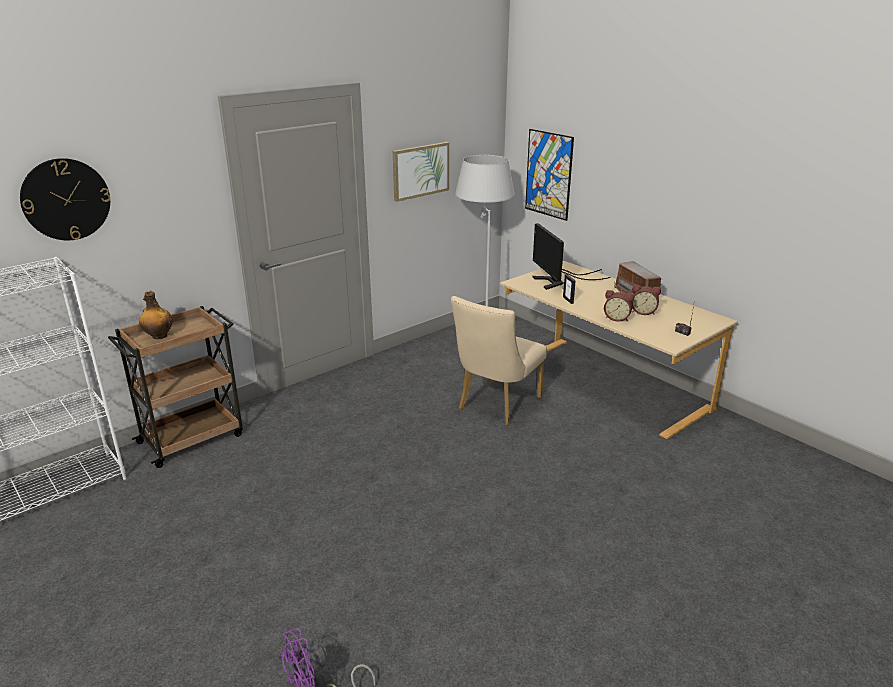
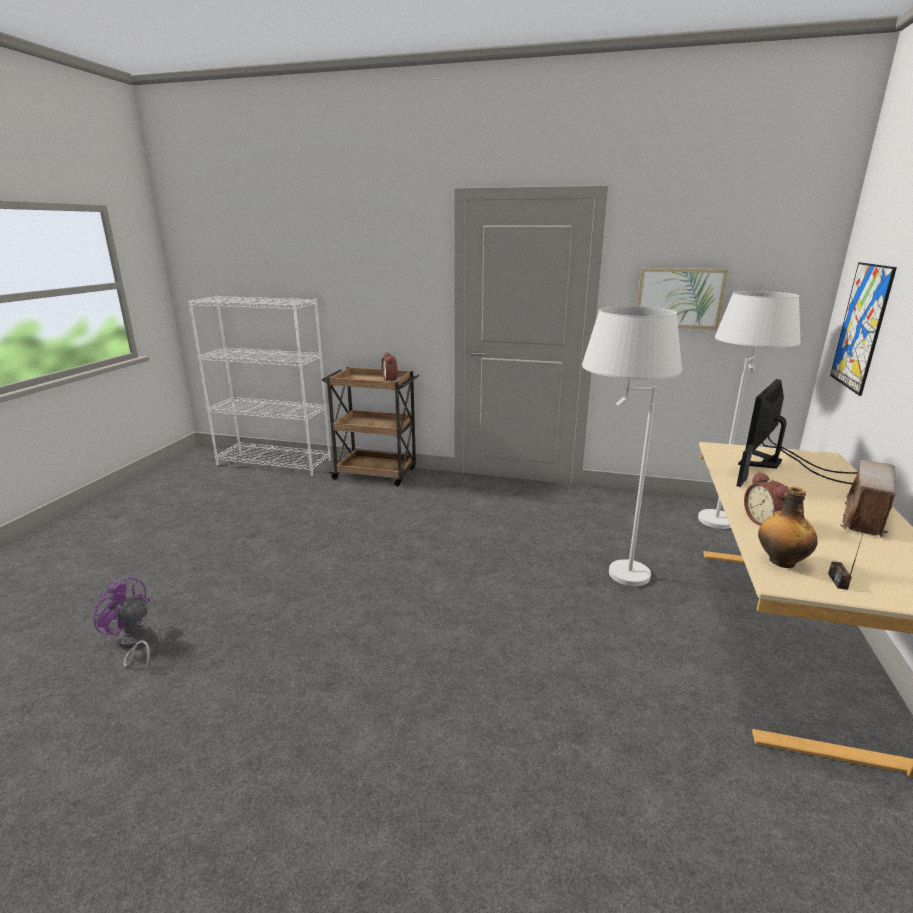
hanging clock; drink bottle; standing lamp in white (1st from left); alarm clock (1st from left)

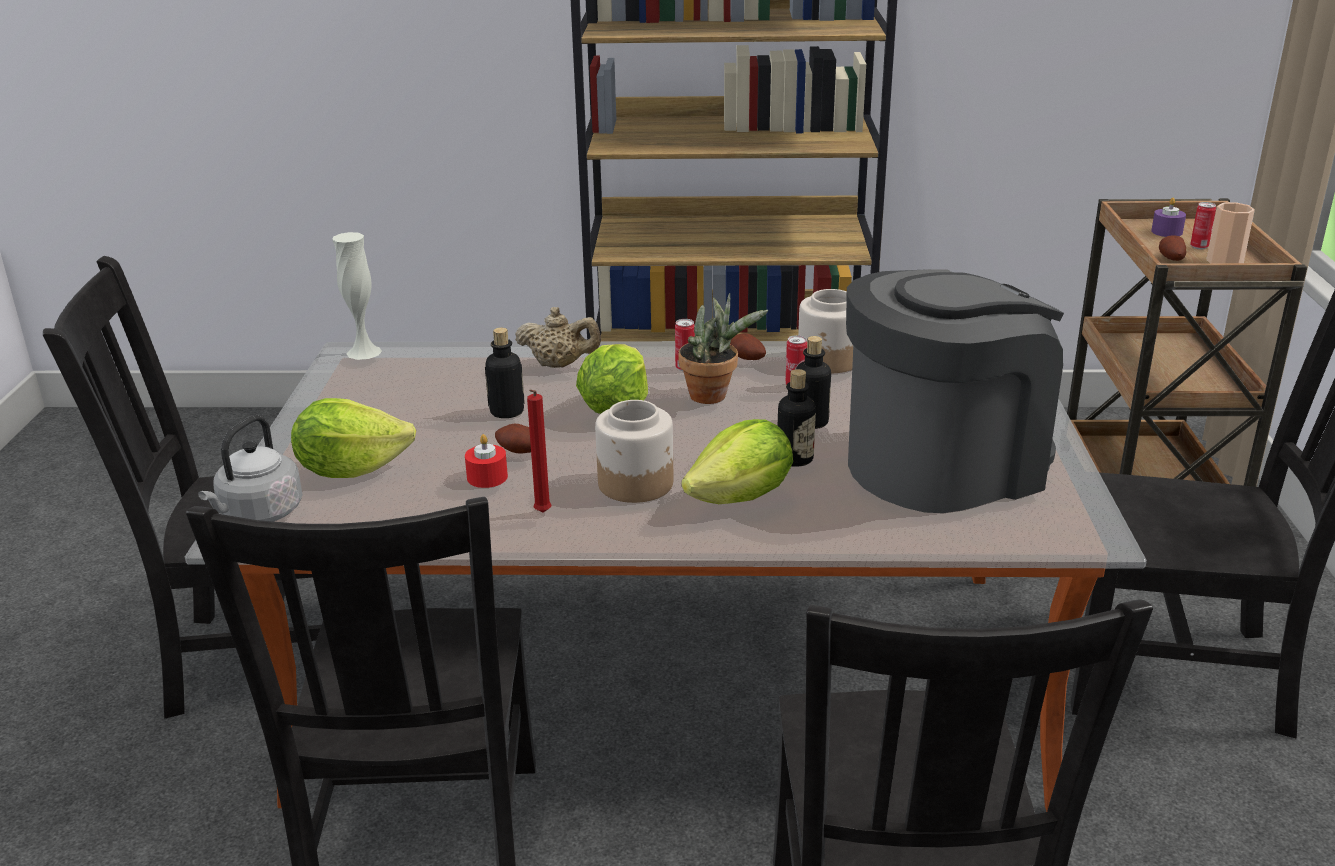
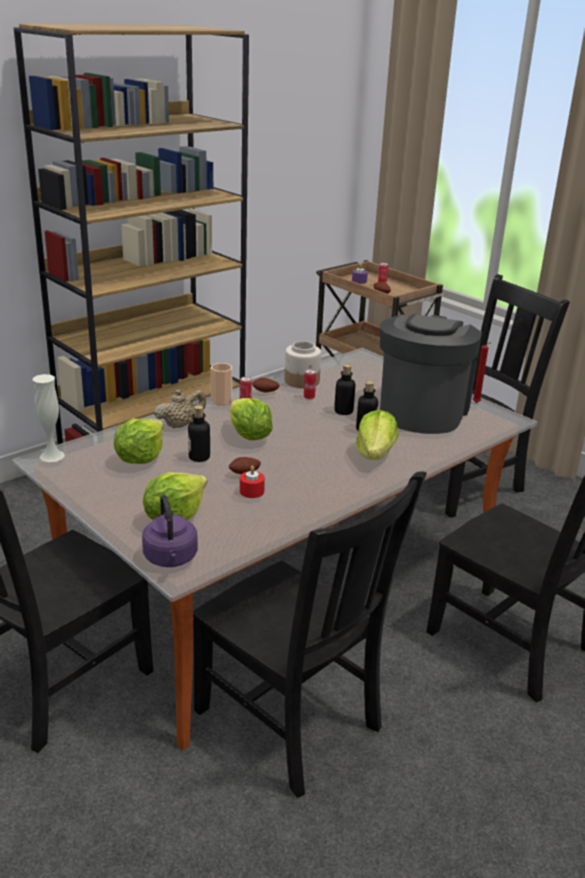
water kettle in purple-coloured; wax candle in reddish (2nd from left); jar (1st from left in the first image); plant in a pot; cup; lettuce (1st from left)

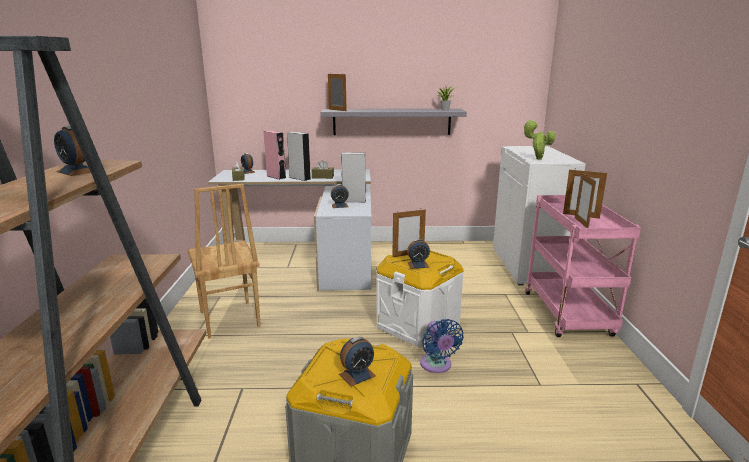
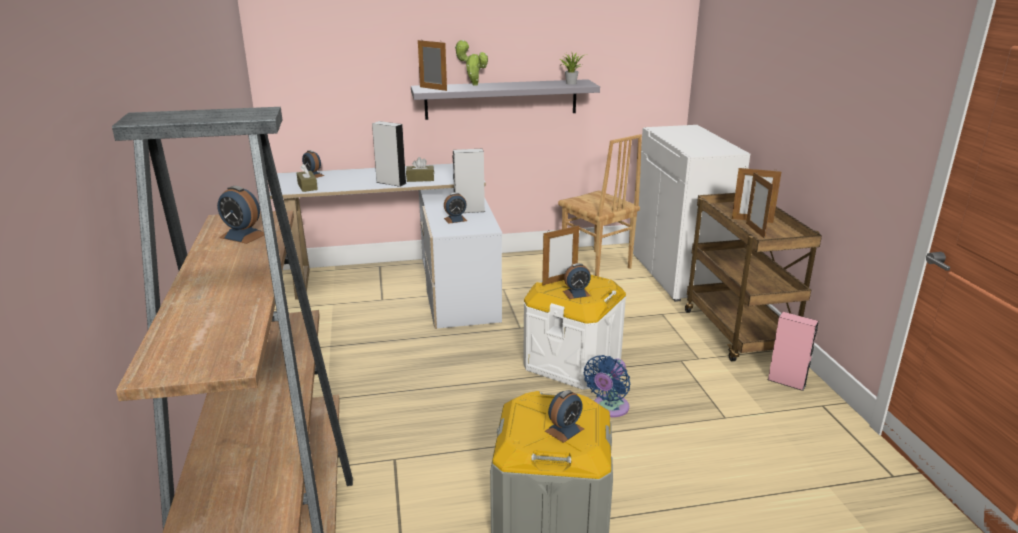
plain chair in brown-coloured; audio speaker in pink; cooling fan in bluish; plant in a pot (1st from left); trolley in brown-coloured

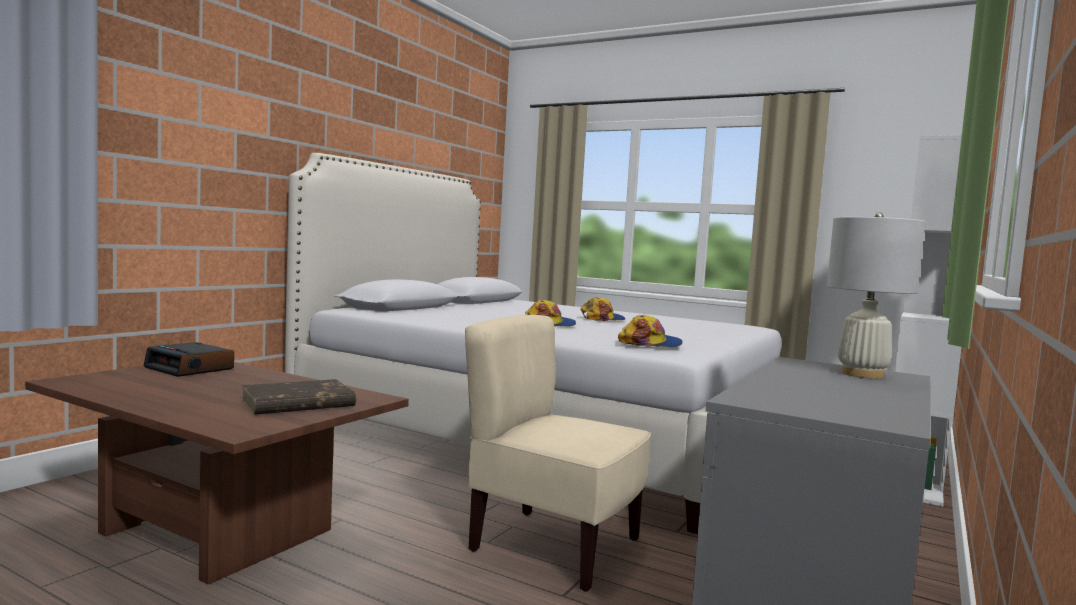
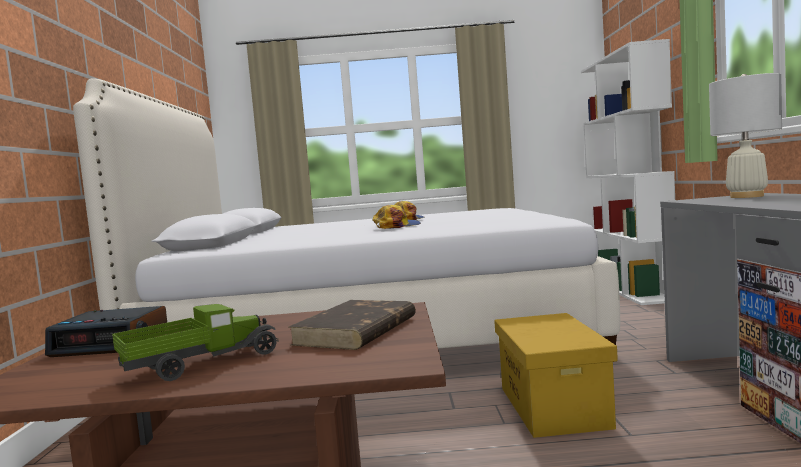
storage box in yellow-coloured; cap (3rd from left in the first image); toy lorry

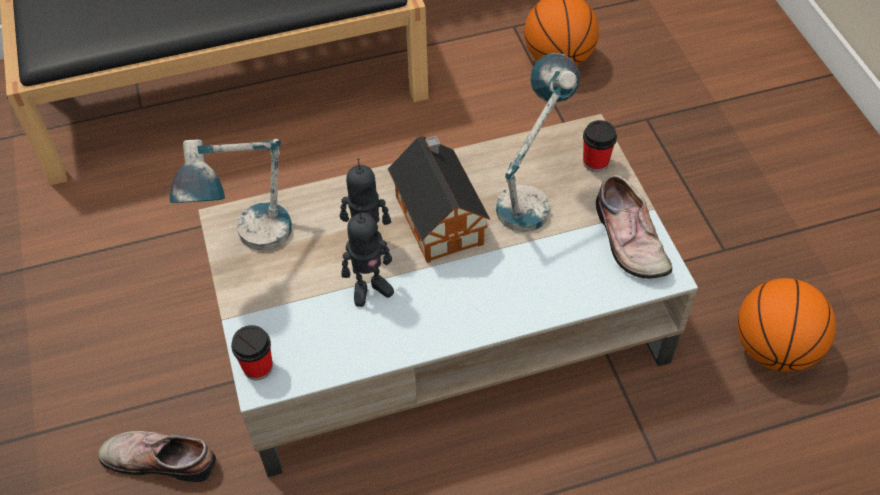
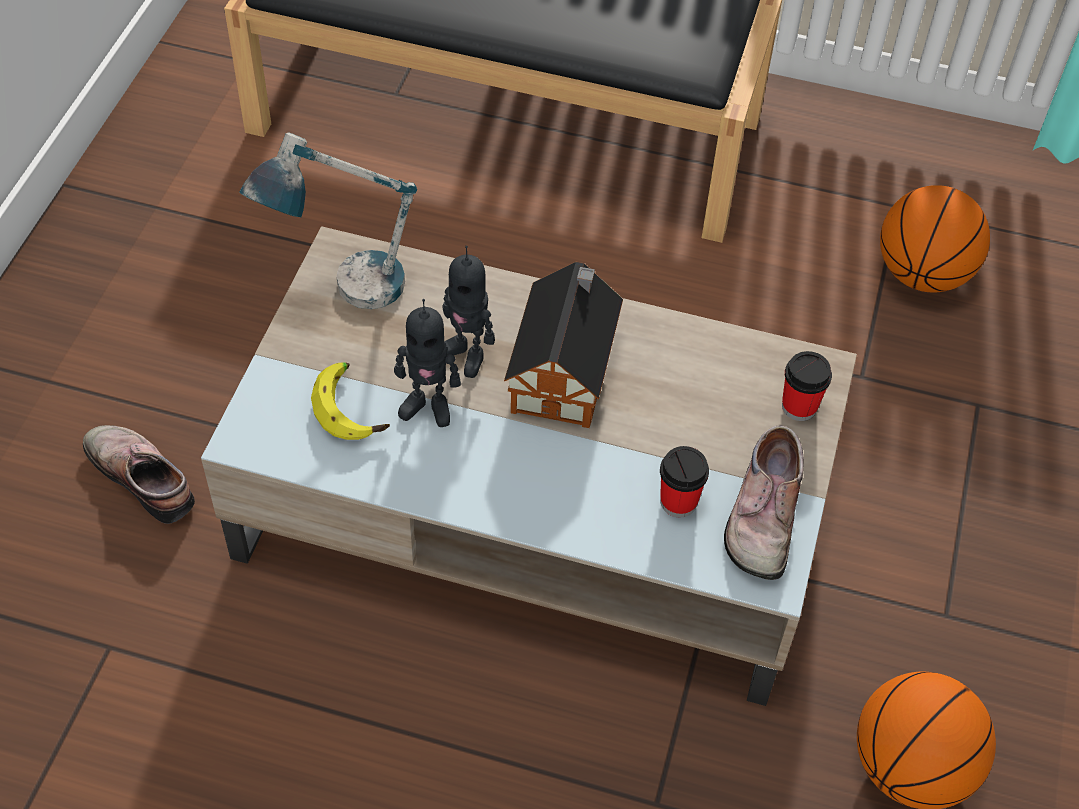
cup (1st from left); tabletop lamp (2nd from left in the first image); whole banana

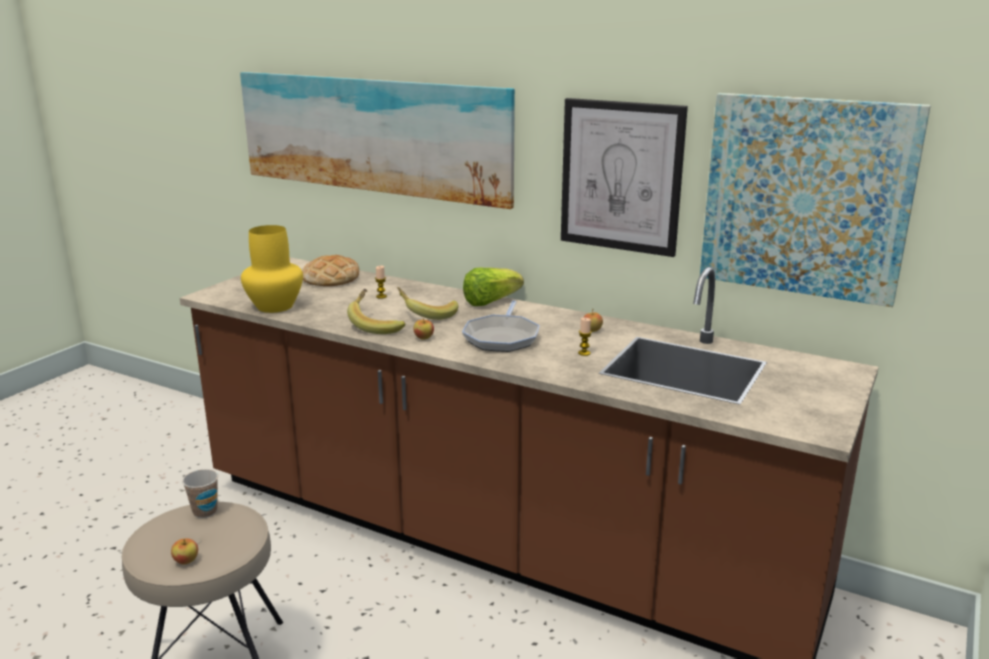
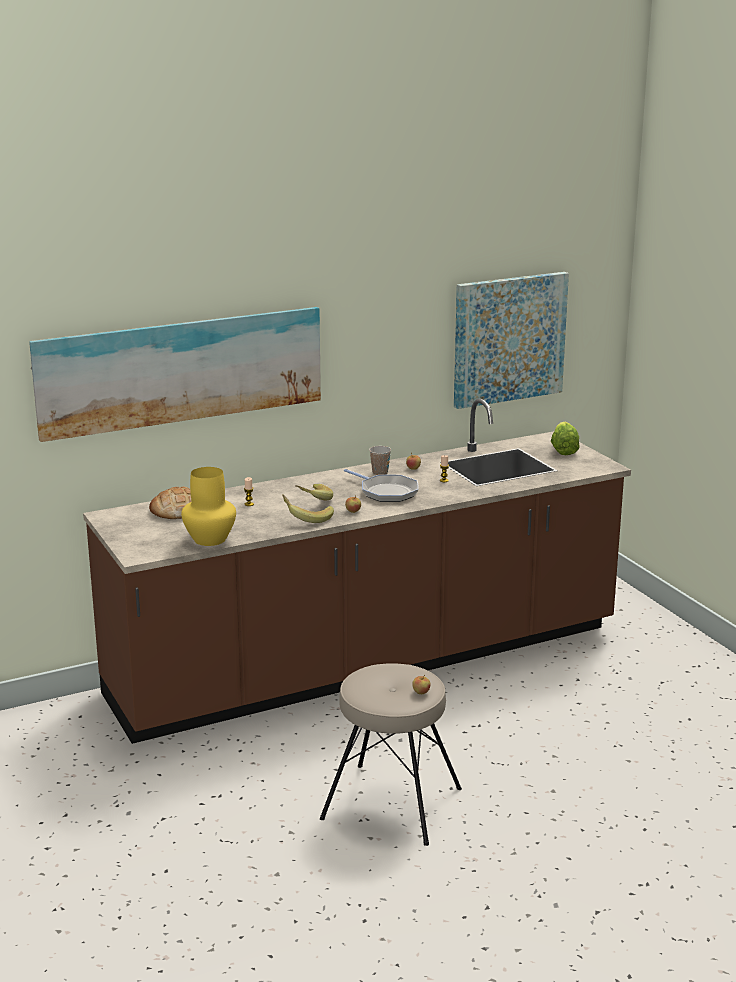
cup; lettuce; wall picture (2nd from left in the first image)

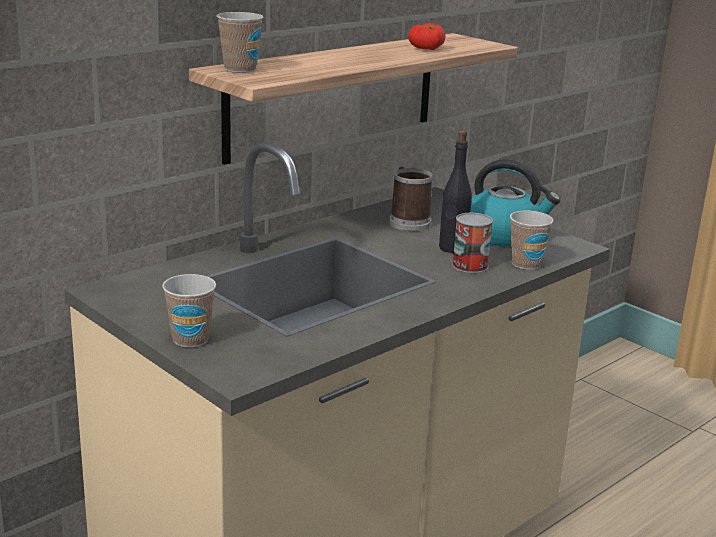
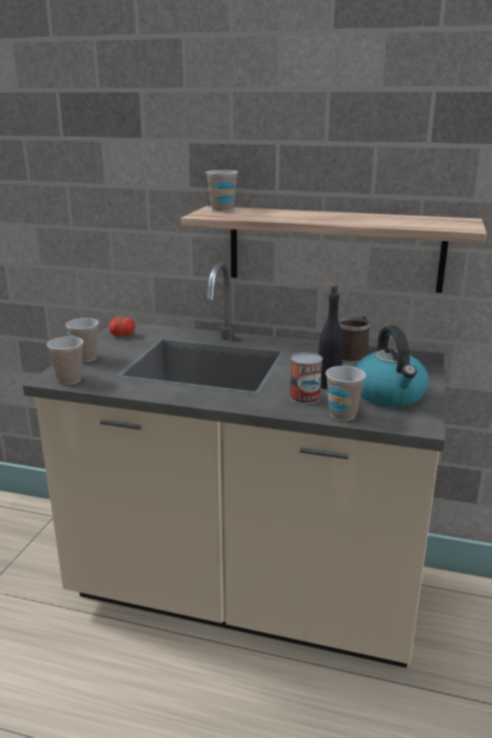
fresh tomato; cup (1st from left)

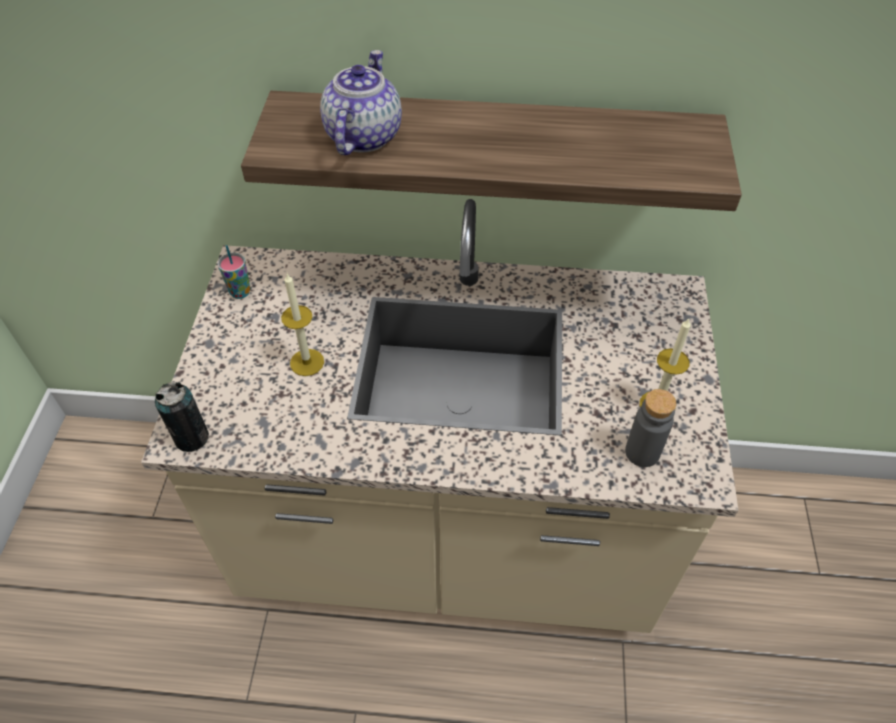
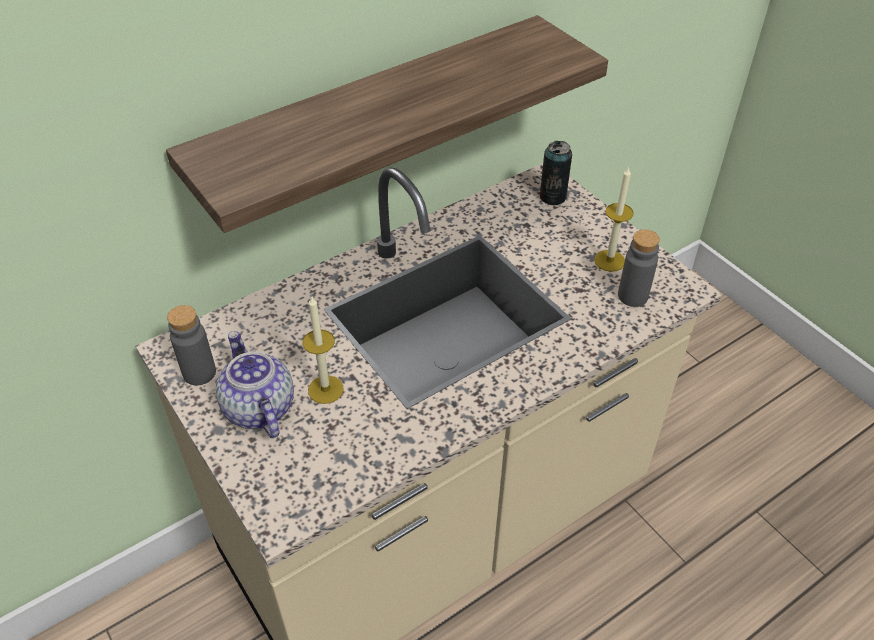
can; drink bottle in gray (1st from left); teapot

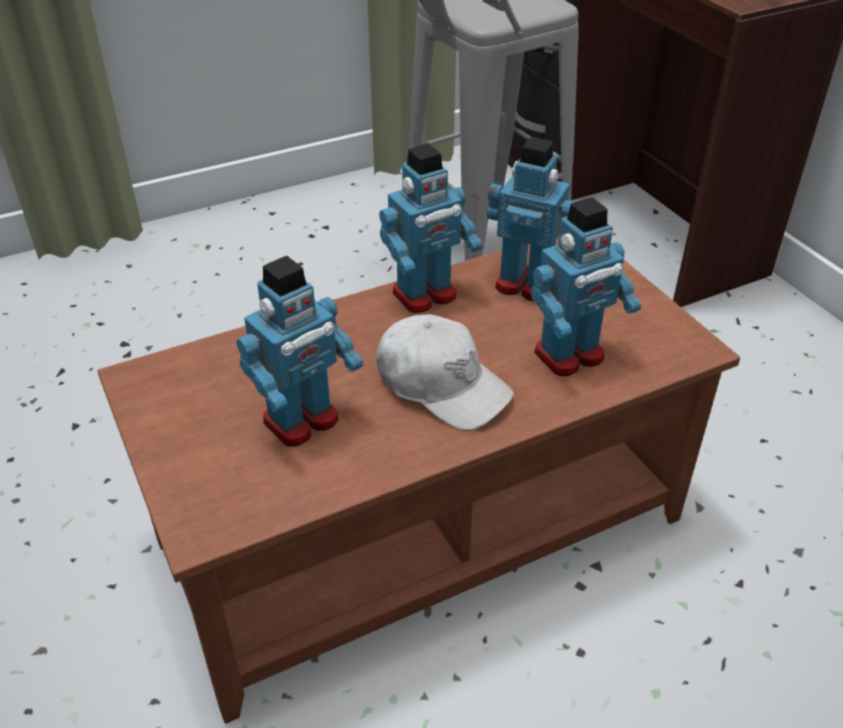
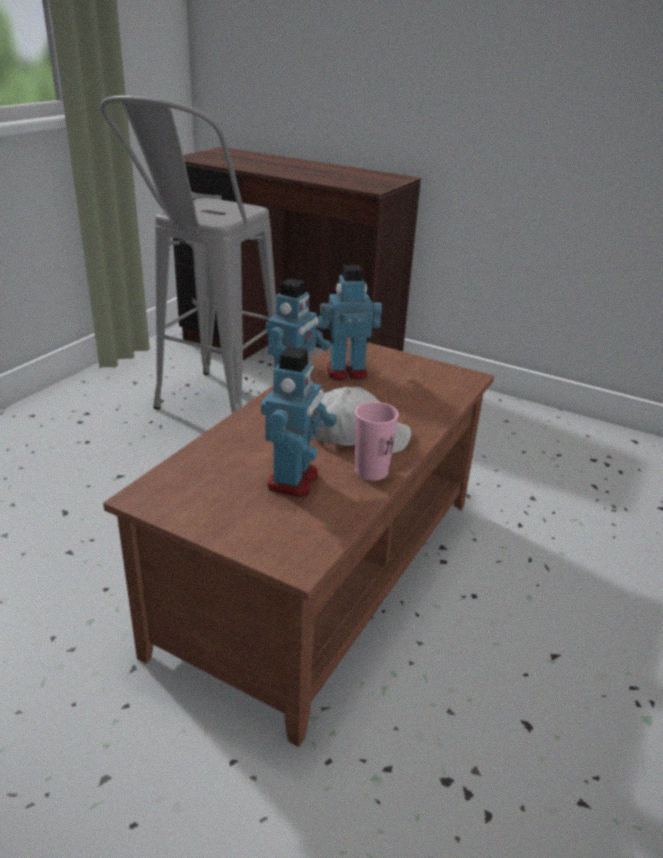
model robot (4th from left in the first image); cup in pink

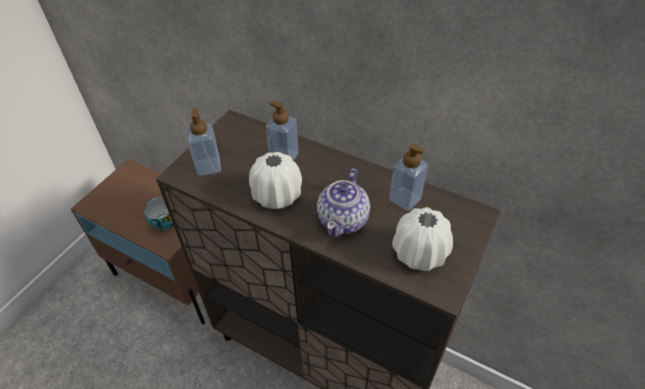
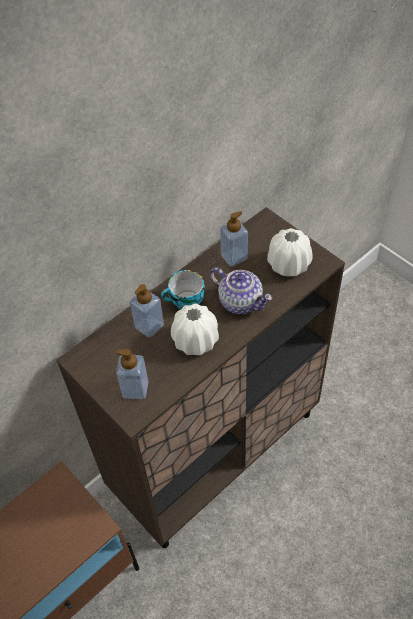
cup

